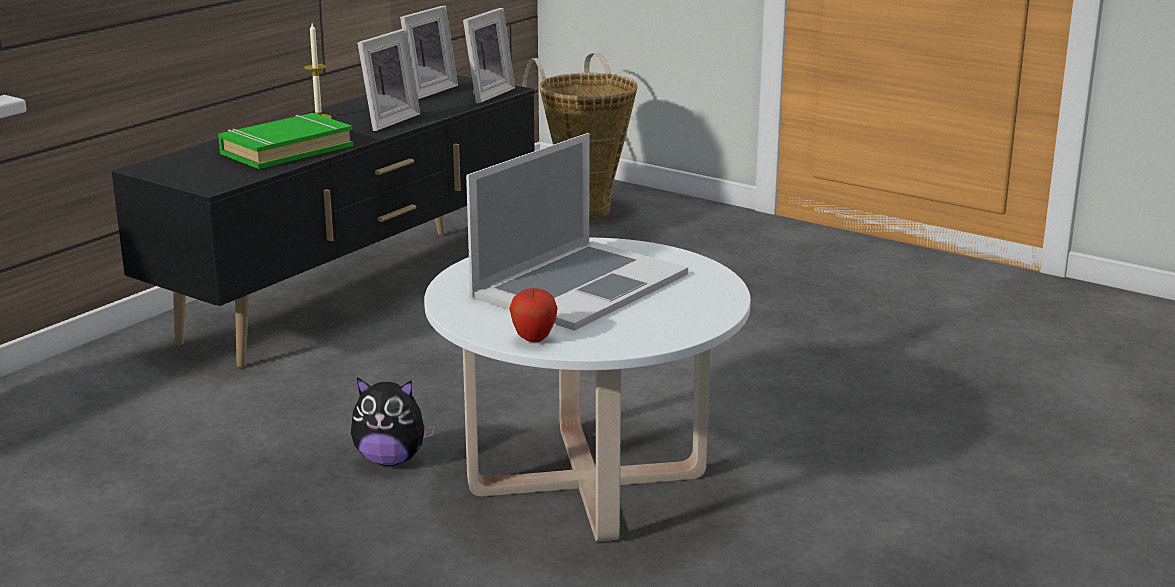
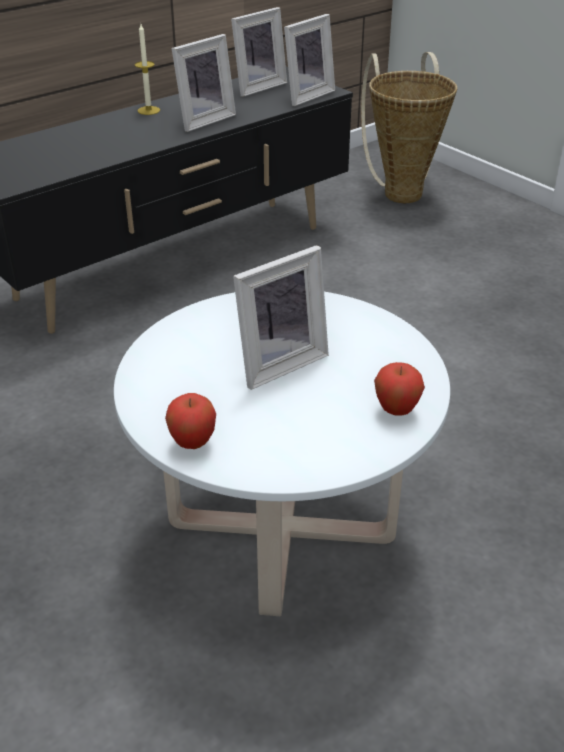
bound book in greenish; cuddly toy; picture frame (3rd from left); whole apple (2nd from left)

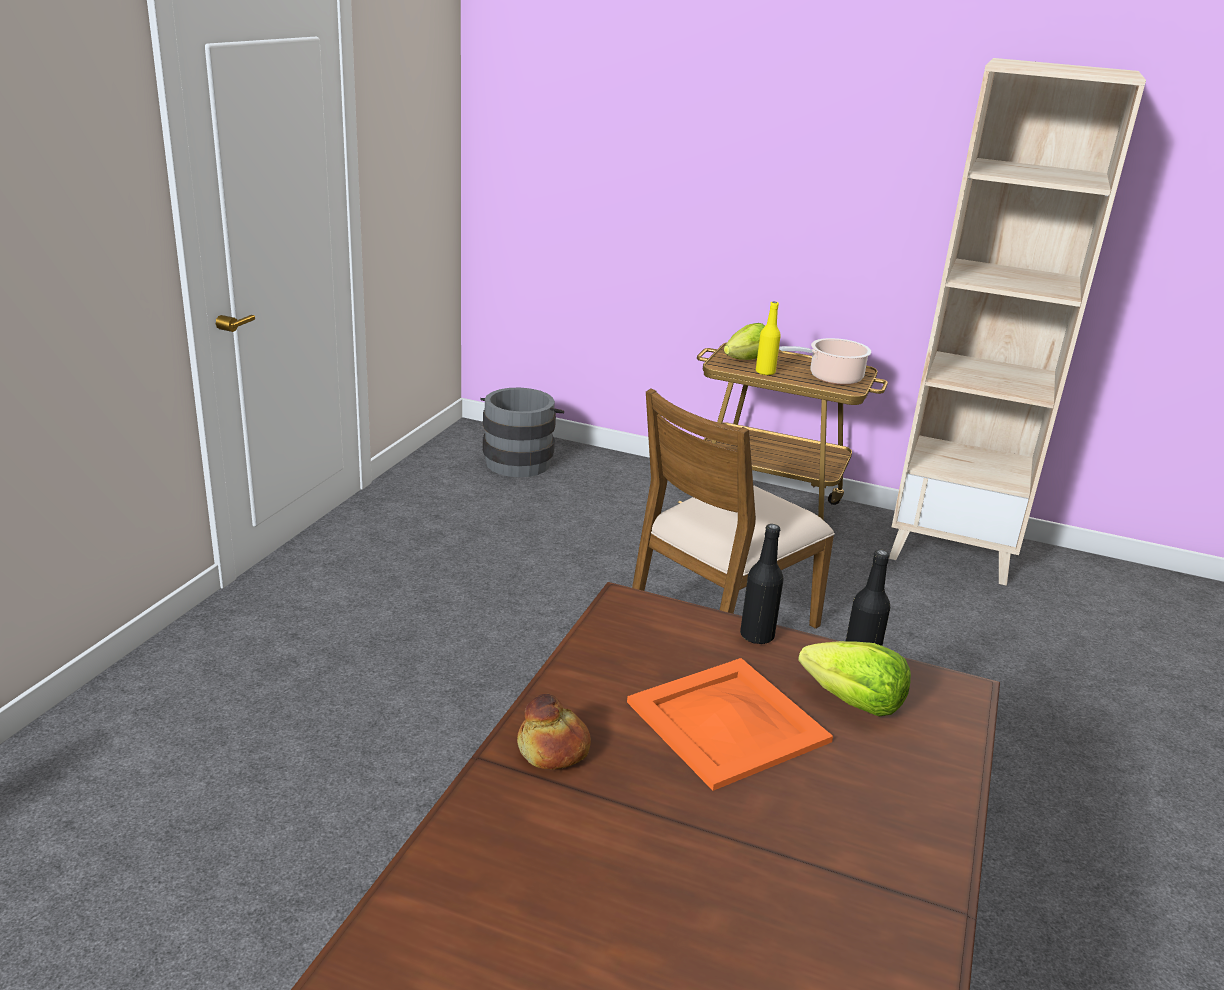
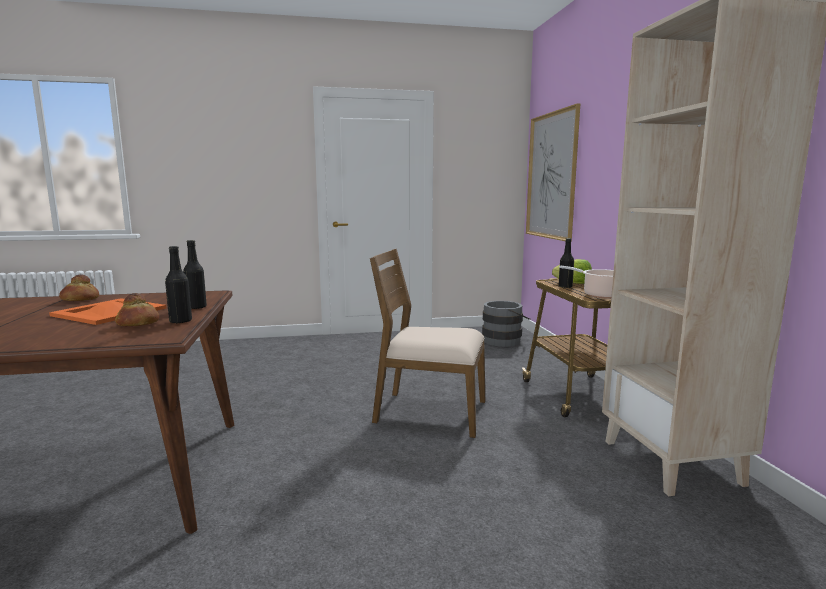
drink bottle in blackish (3rd from left); baked bread (2nd from left); wall picture

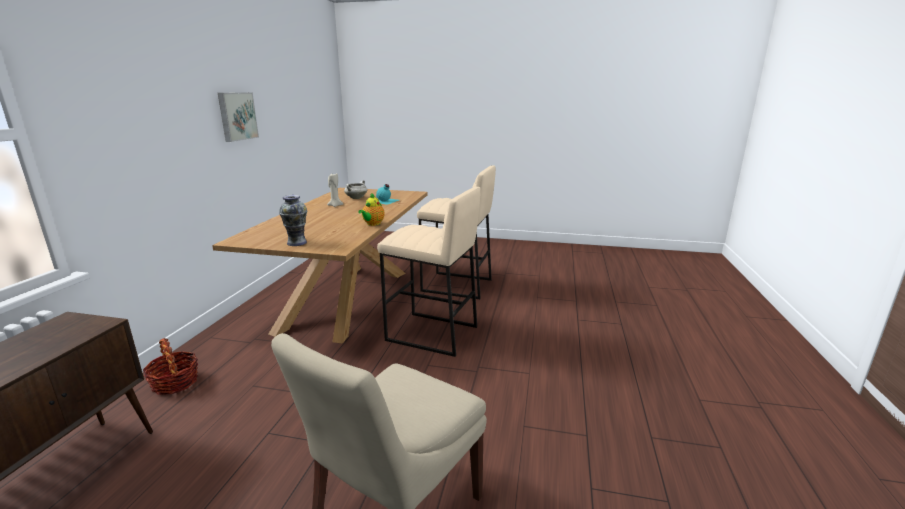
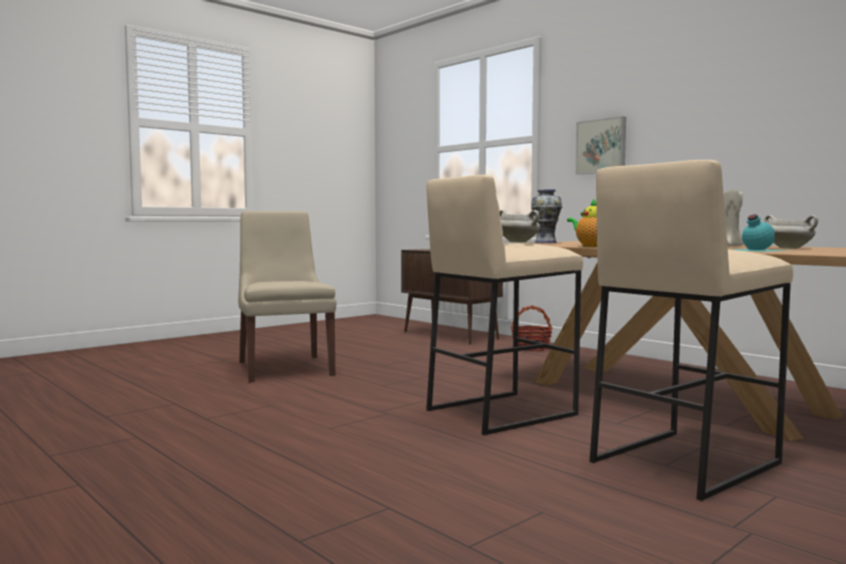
wall picture; saucepot in white (1st from left)

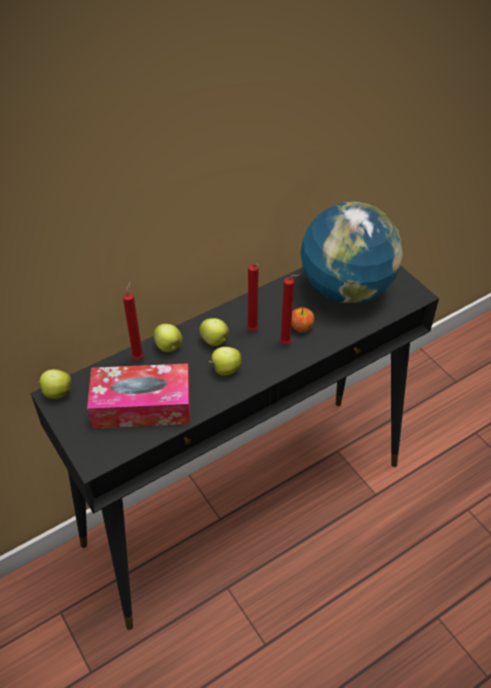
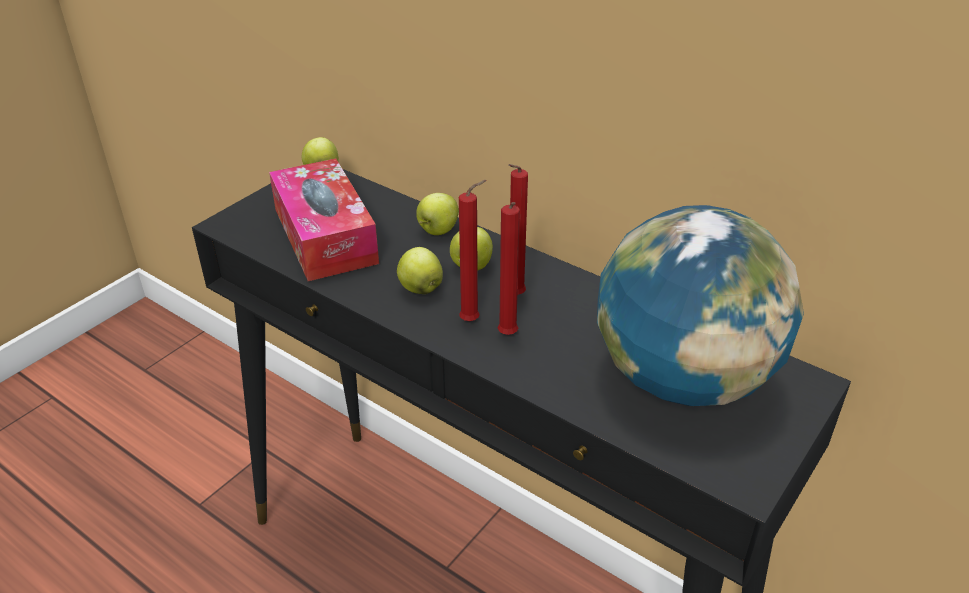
wax candle in reddish (1st from left); whole apple (5th from left in the first image)

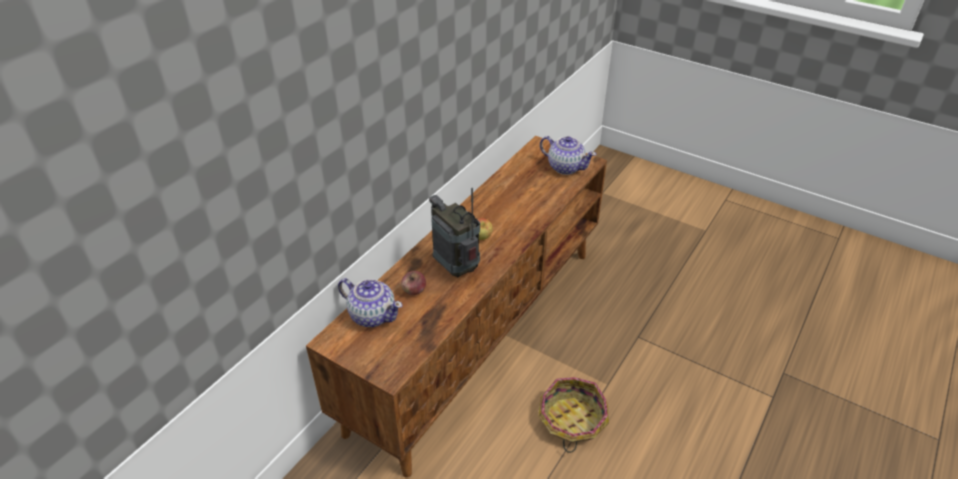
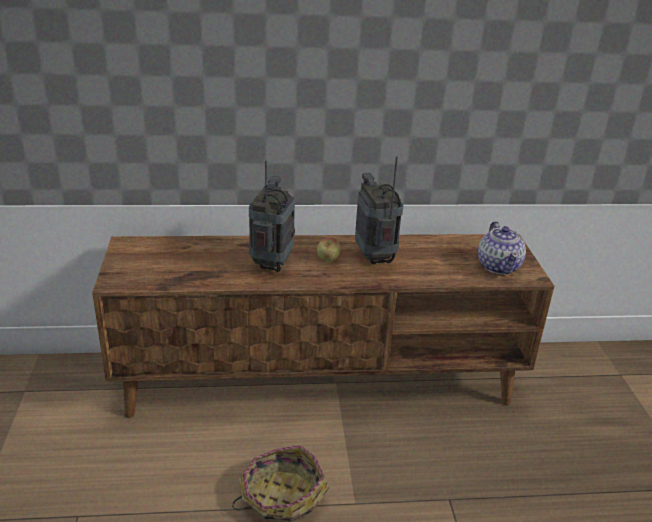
teapot (1st from left in the first image); whole apple (1st from left in the first image); radio (2nd from left)

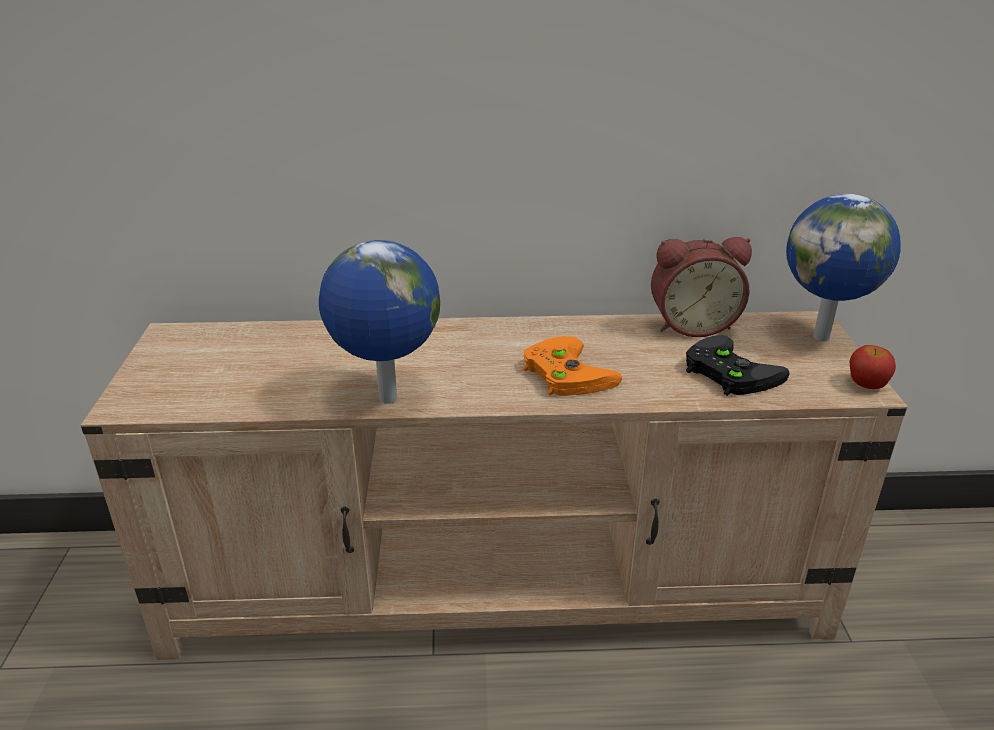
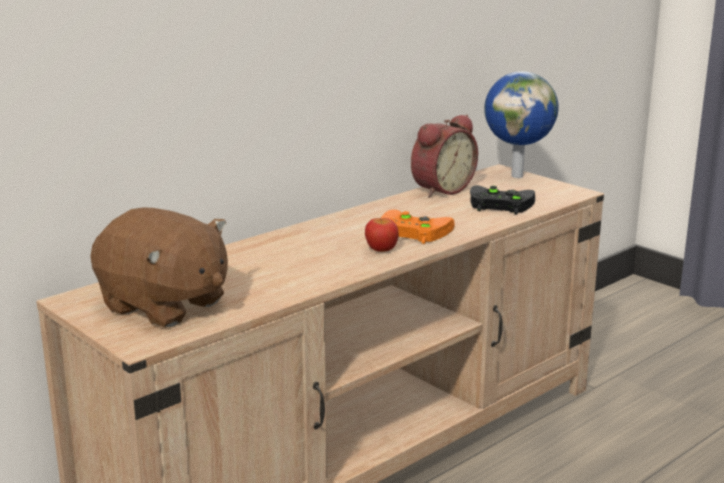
world globe (1st from left in the first image); whole apple; cuddly toy in brown-coloured

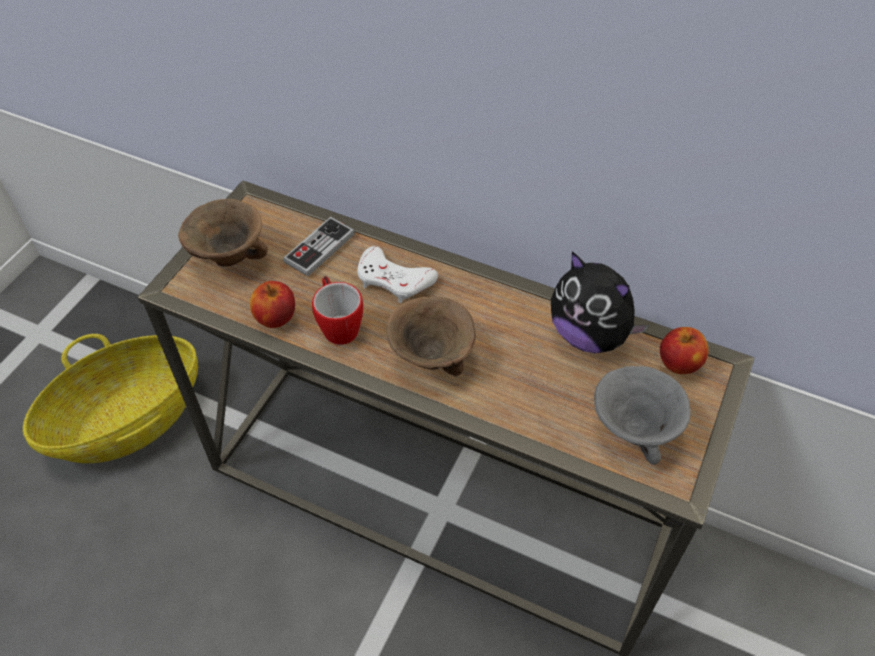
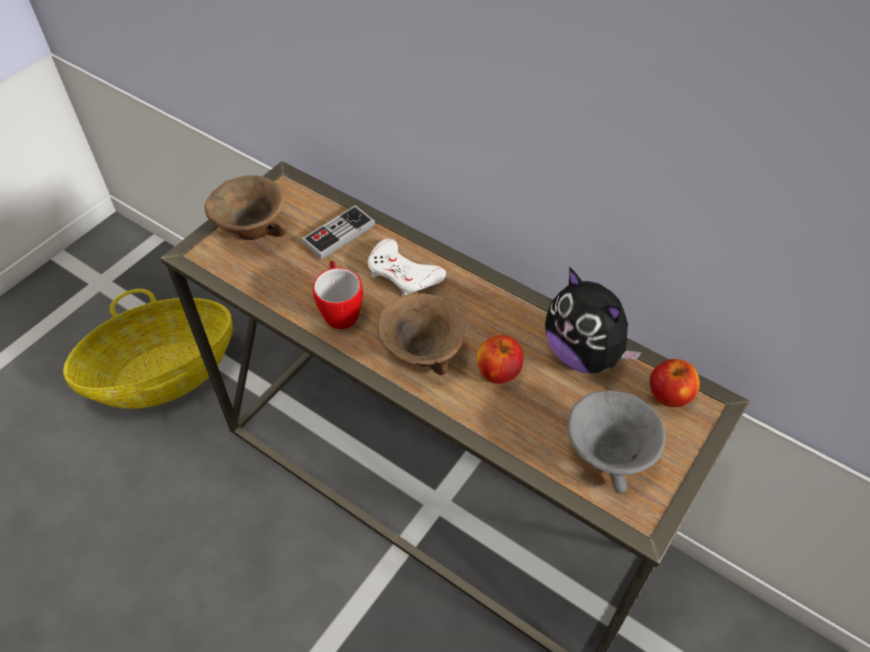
whole apple (1st from left)

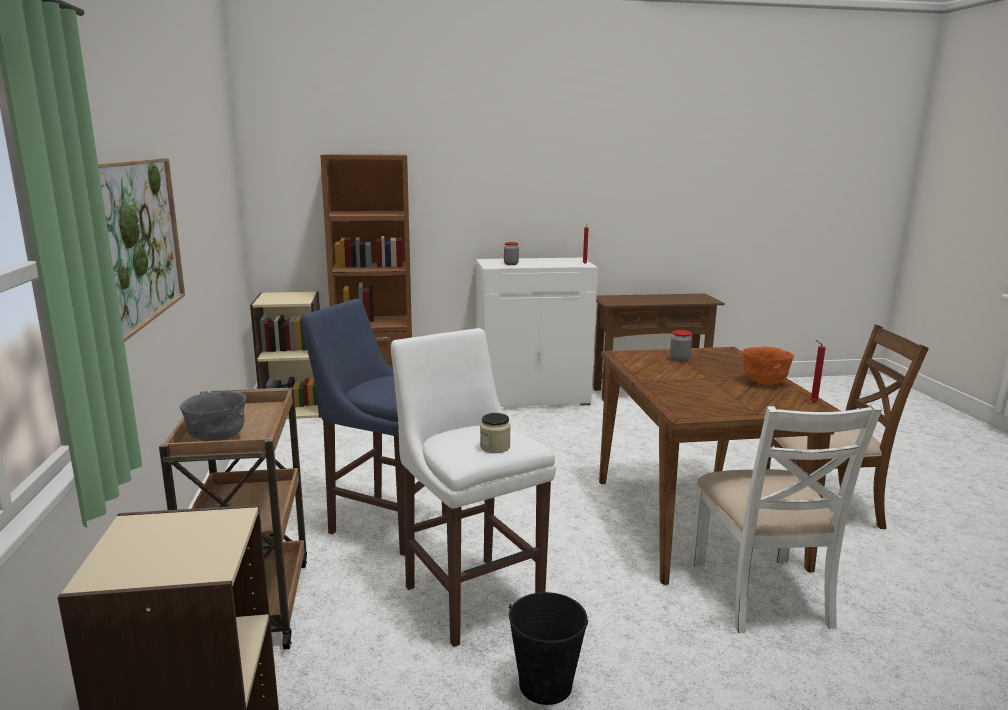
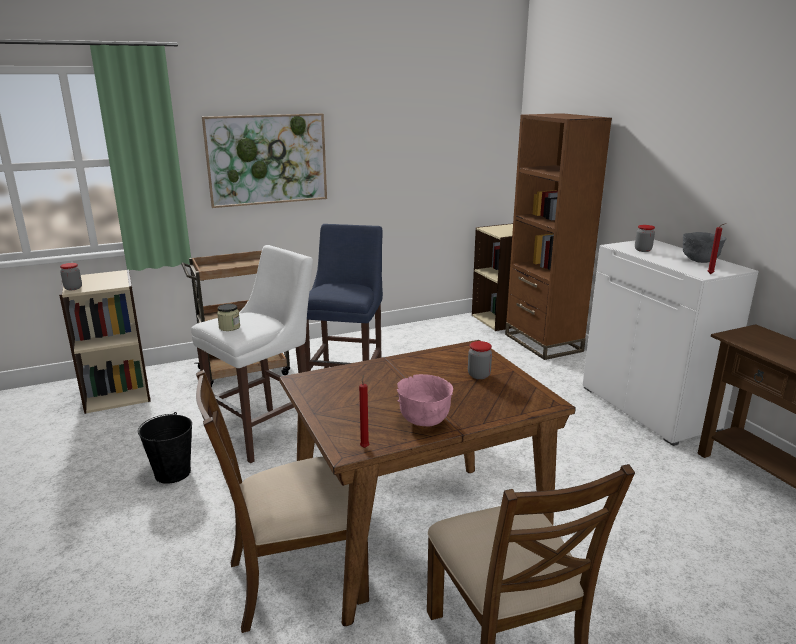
serving bowl in gray; plain chair in brown-coloured (1st from left); serving bowl in pink; jar (1st from left)

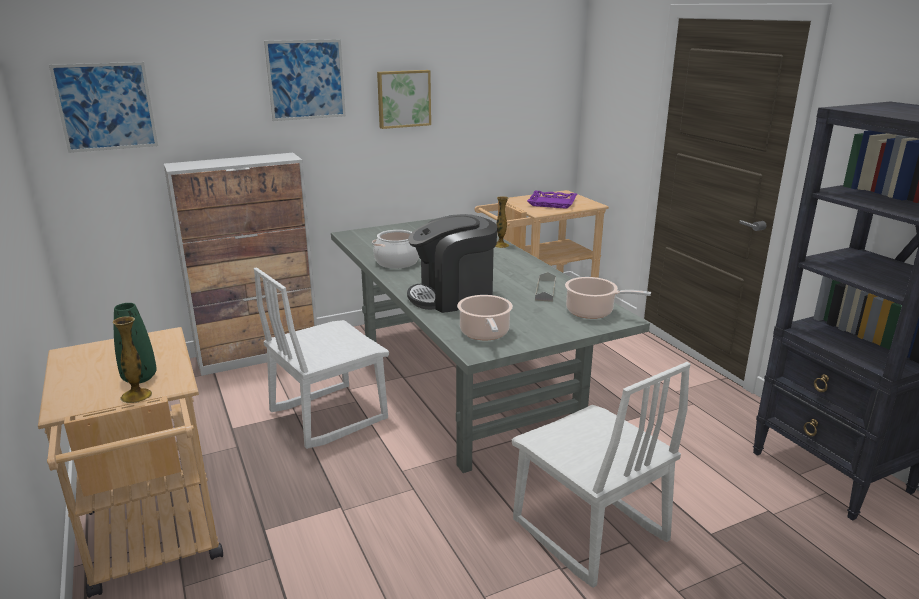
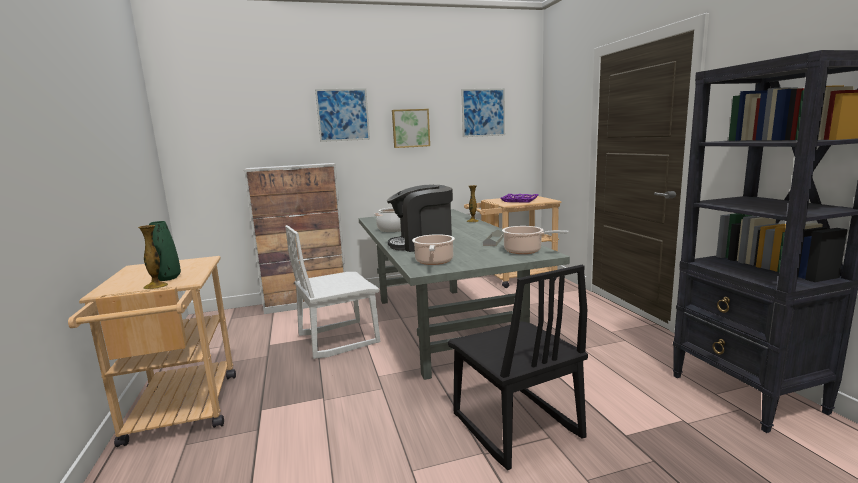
wall picture (3rd from left); plain chair in blackish

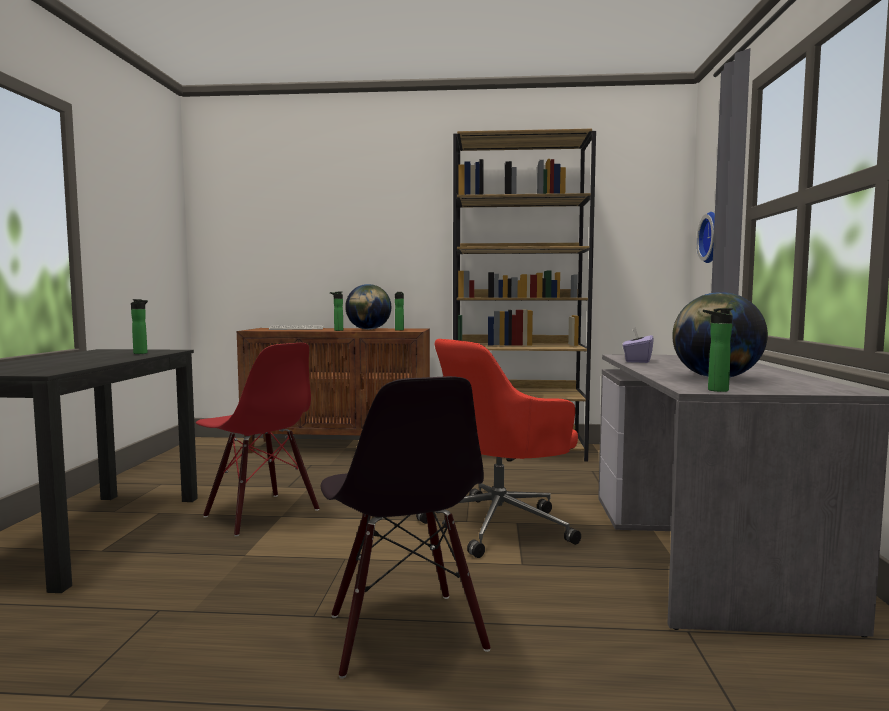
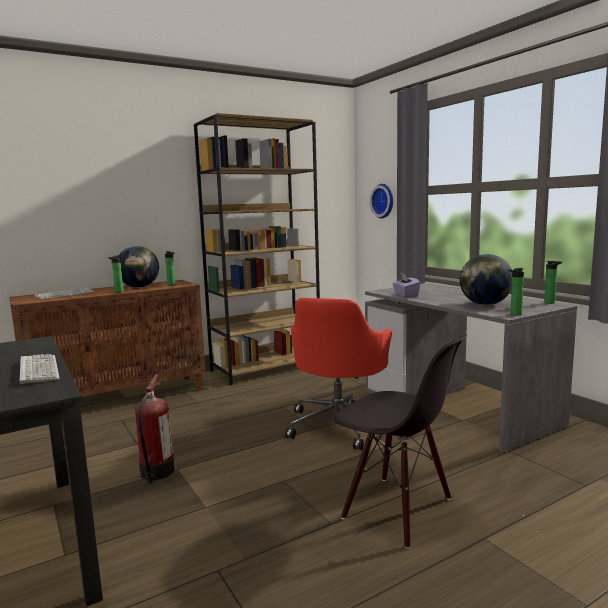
drink bottle (4th from left); extinguisher; keyboard (1st from left)

